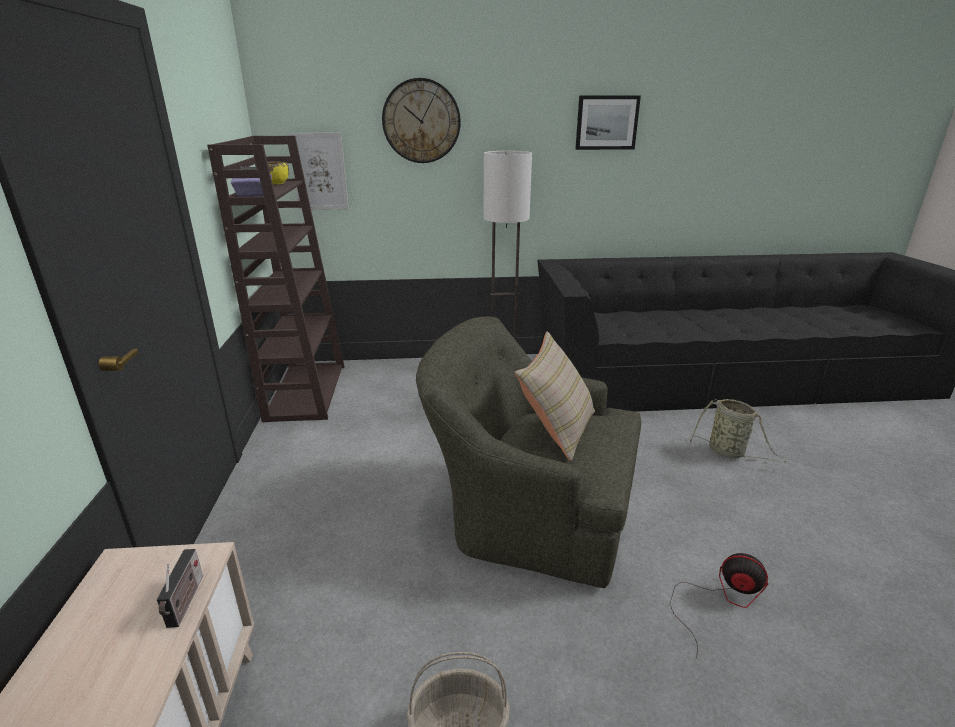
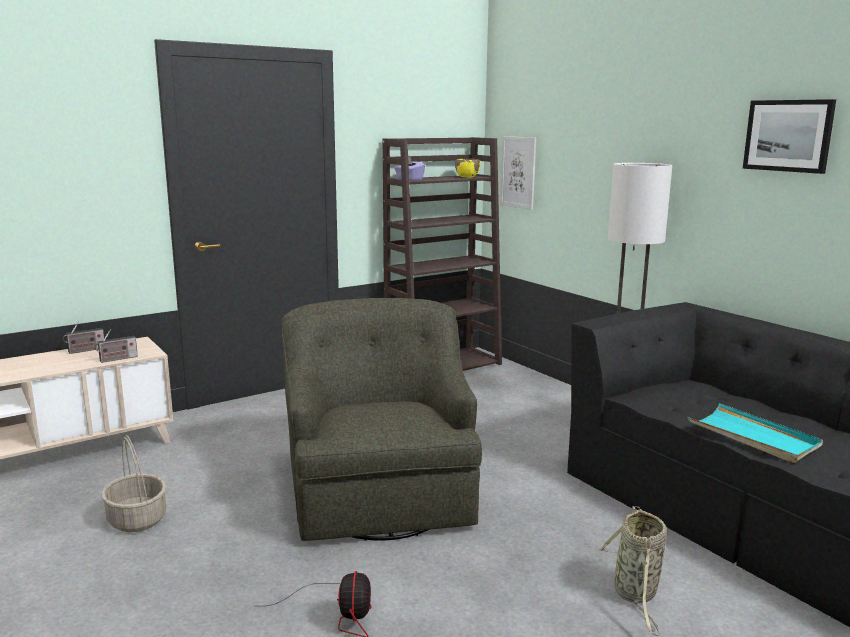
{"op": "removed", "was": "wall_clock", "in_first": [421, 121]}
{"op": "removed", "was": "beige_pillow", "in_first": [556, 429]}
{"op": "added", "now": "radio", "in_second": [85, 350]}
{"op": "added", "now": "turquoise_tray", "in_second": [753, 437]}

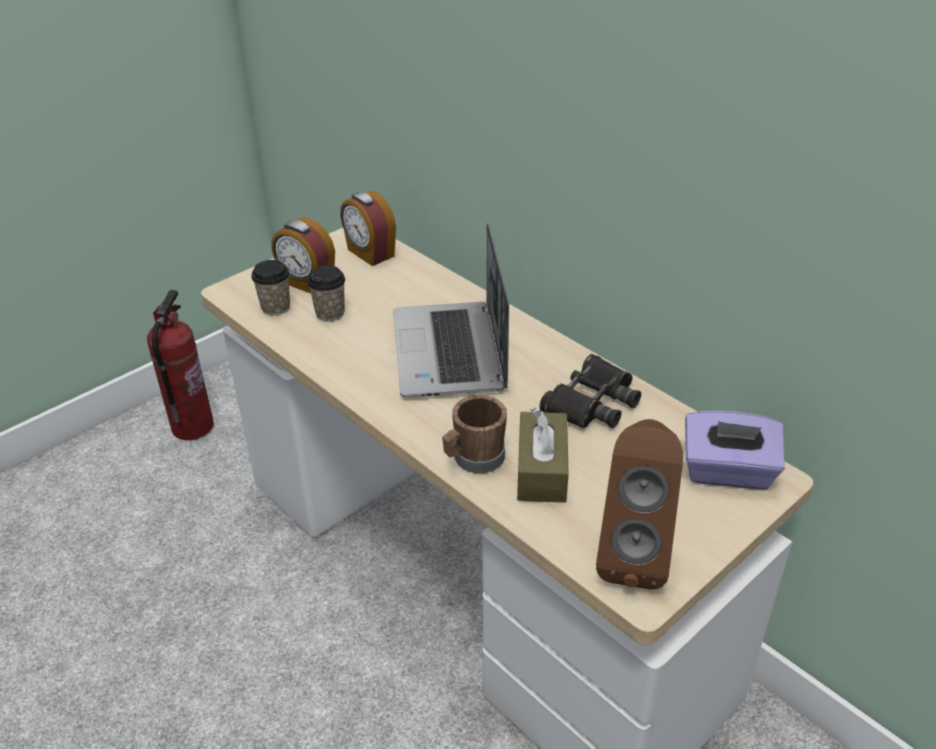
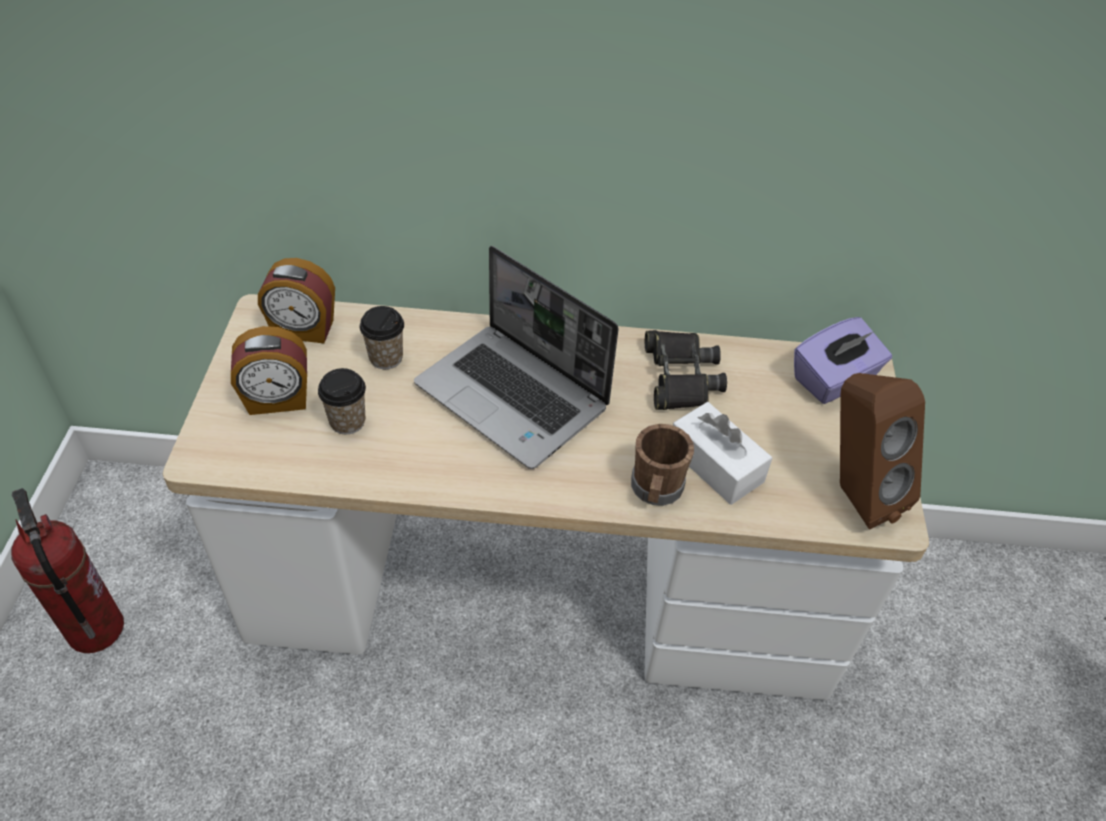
{"op": "moved", "was": "cup", "in_first": [275, 307], "in_second": [386, 358]}
{"op": "recoloured", "was": "brown_tissue_box", "now": "white_tissue_box", "in_first": [542, 470], "in_second": [715, 464]}

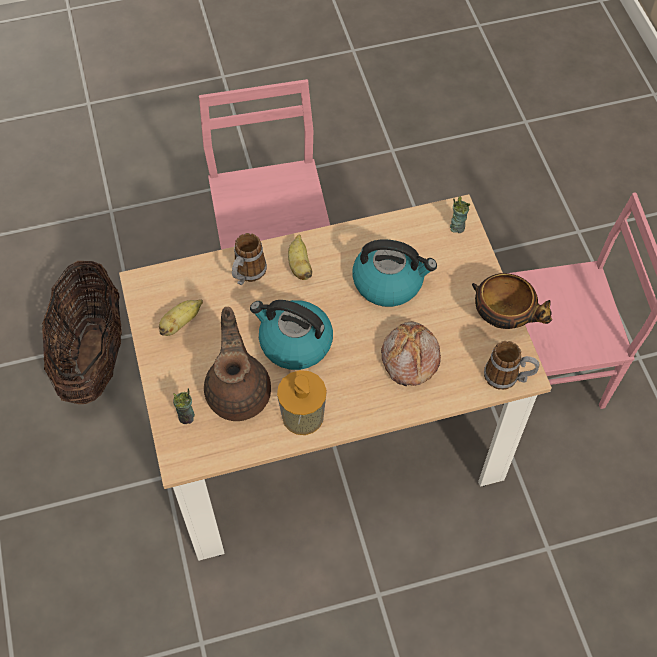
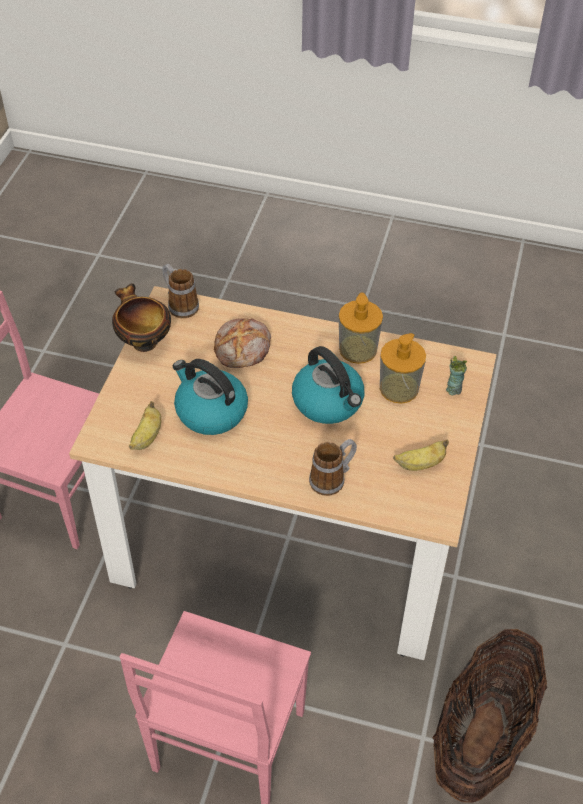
{"op": "removed", "was": "cup", "in_first": [457, 227]}
{"op": "moved", "was": "banana", "in_first": [300, 265], "in_second": [147, 437]}
{"op": "replaced", "was": "brown_teapot", "now": "soap_dispenser", "in_first": [239, 391], "in_second": [399, 388]}

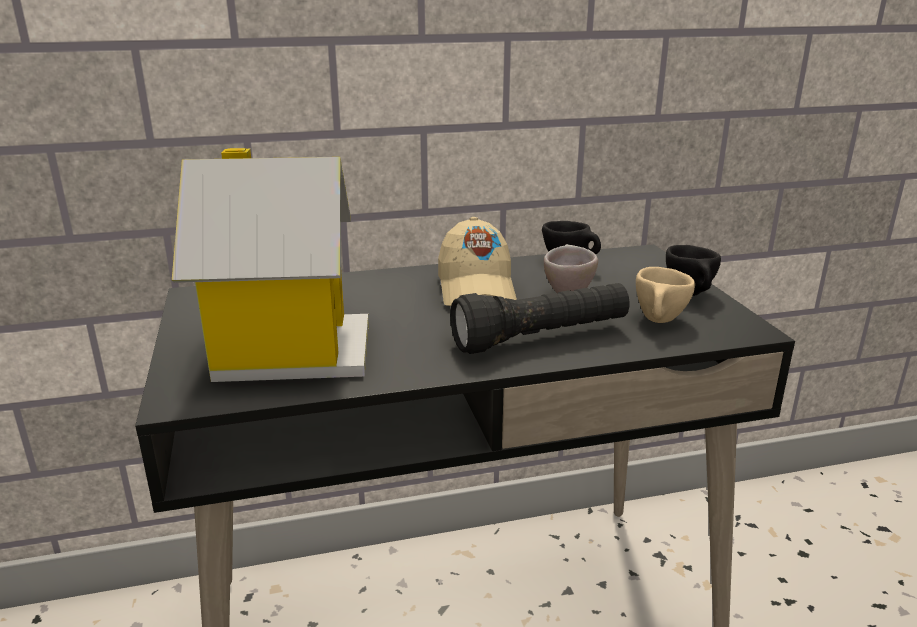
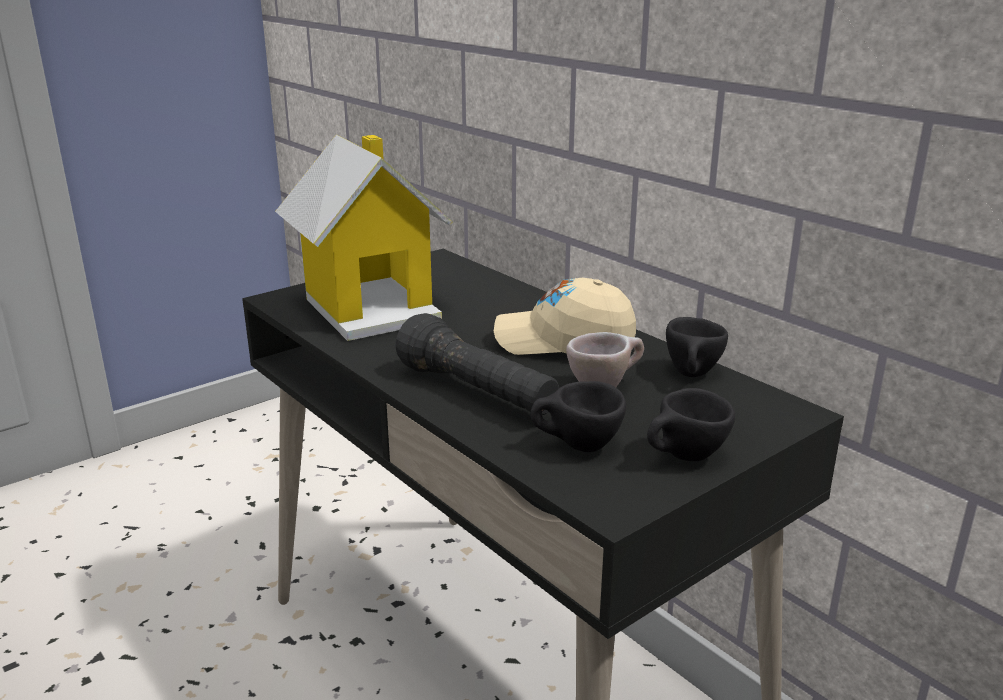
{"op": "turned", "was": "beige_cap", "in_first": [476, 288], "in_second": [564, 344], "clockwise": 45}
{"op": "recoloured", "was": "beige_cup", "now": "black_cup", "in_first": [660, 322], "in_second": [576, 447]}

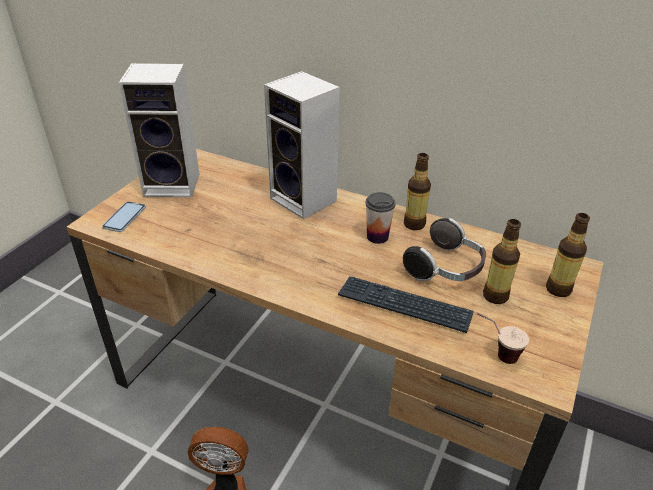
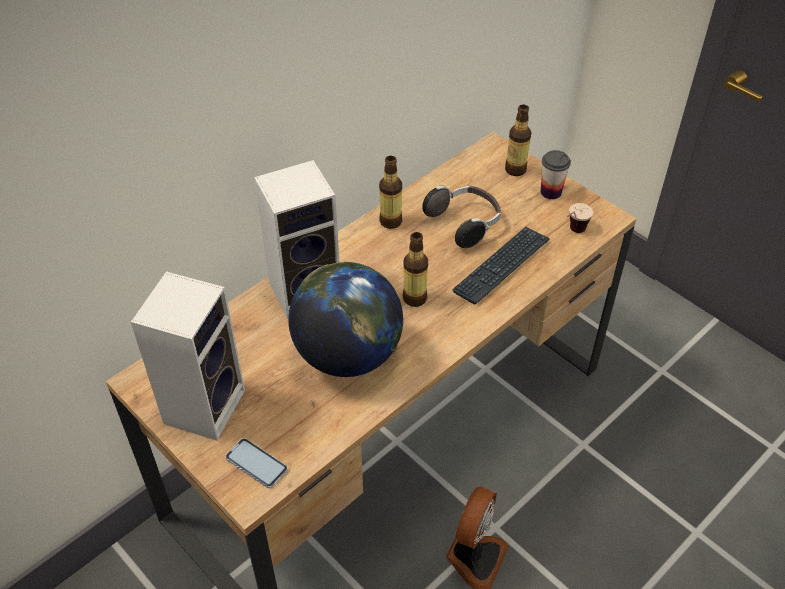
{"op": "moved", "was": "cup", "in_first": [377, 237], "in_second": [551, 192]}
{"op": "moved", "was": "bottle", "in_first": [495, 296], "in_second": [414, 298]}
{"op": "added", "now": "globe", "in_second": [348, 355]}

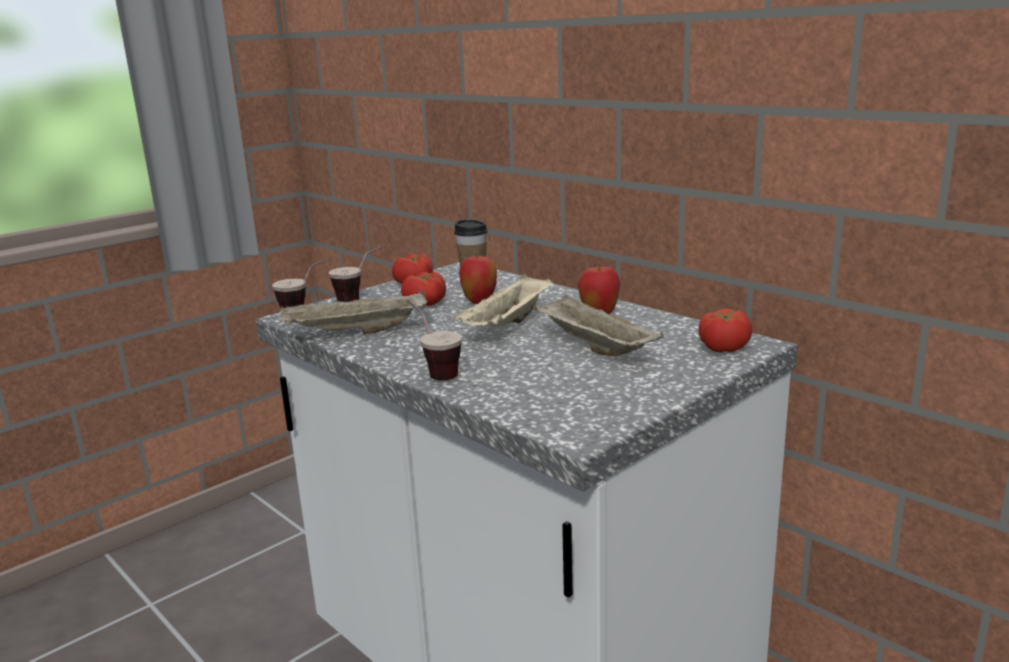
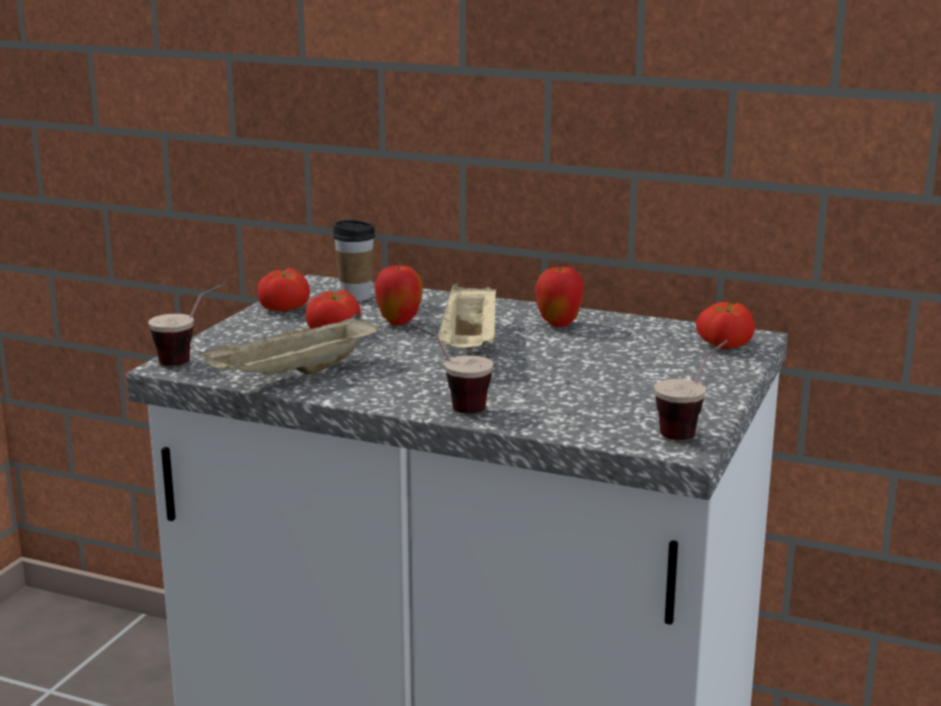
{"op": "moved", "was": "cup", "in_first": [361, 299], "in_second": [691, 429]}
{"op": "removed", "was": "beige_tray", "in_first": [592, 347]}

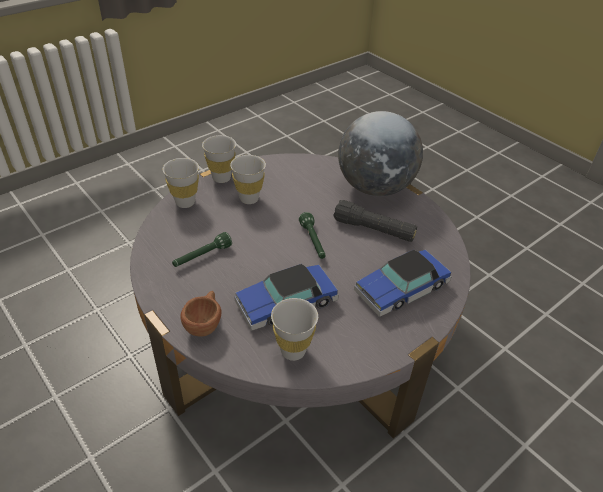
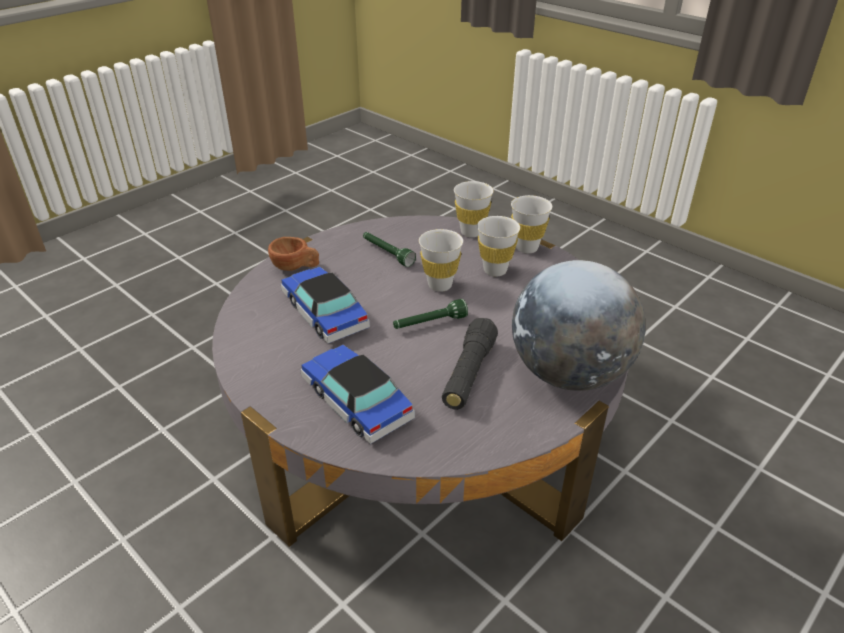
{"op": "moved", "was": "white_cup", "in_first": [293, 351], "in_second": [440, 285]}

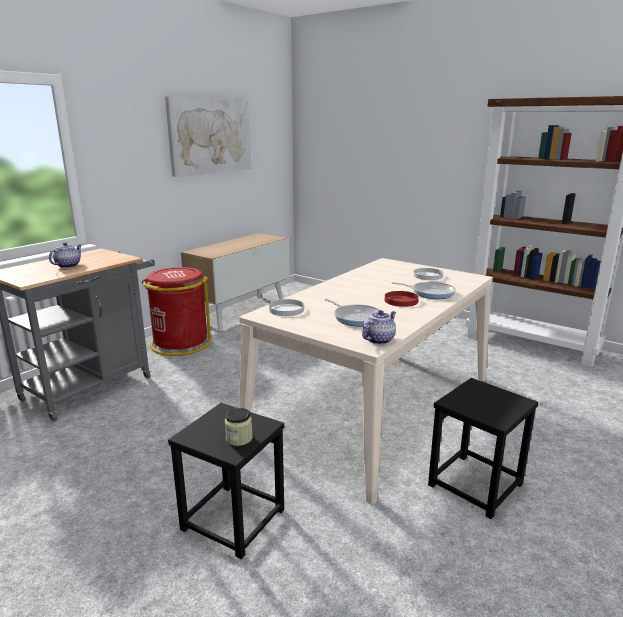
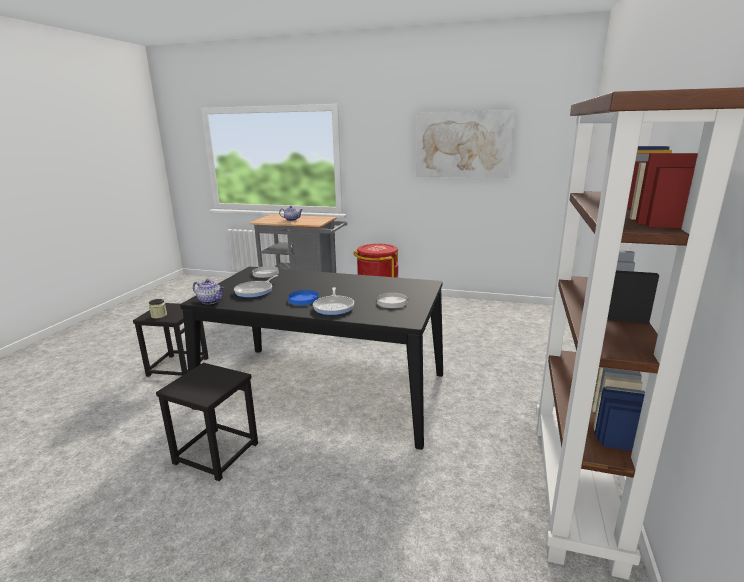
{"op": "removed", "was": "cabinet", "in_first": [241, 312]}
{"op": "recoloured", "was": "beige_dining_table", "now": "black_dining_table", "in_first": [374, 406], "in_second": [324, 390]}
{"op": "recoloured", "was": "red_plate", "now": "blue_plate", "in_first": [401, 301], "in_second": [304, 299]}

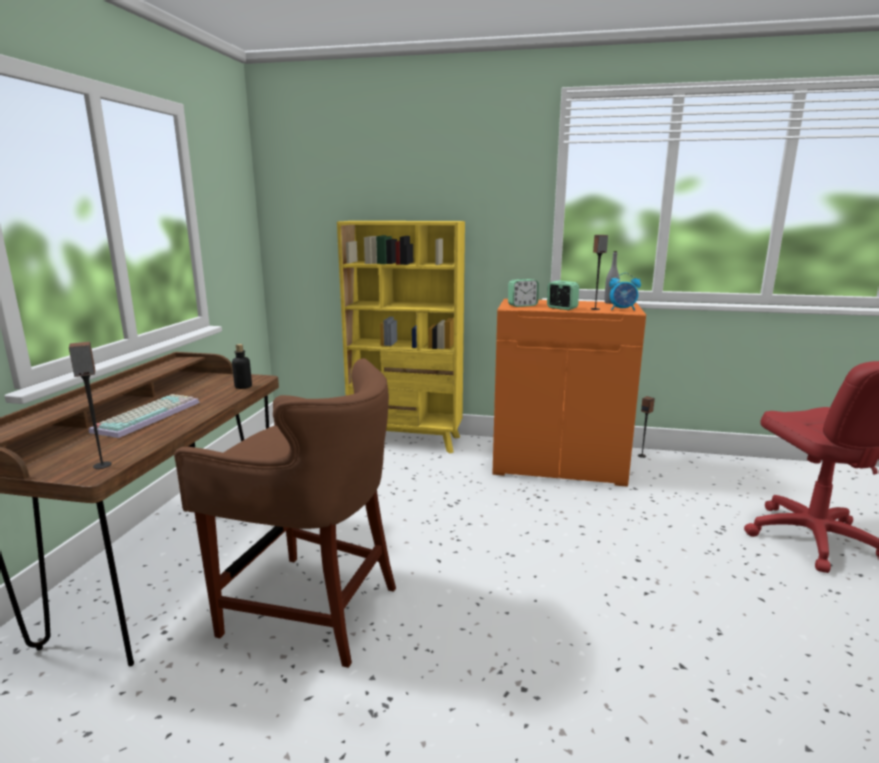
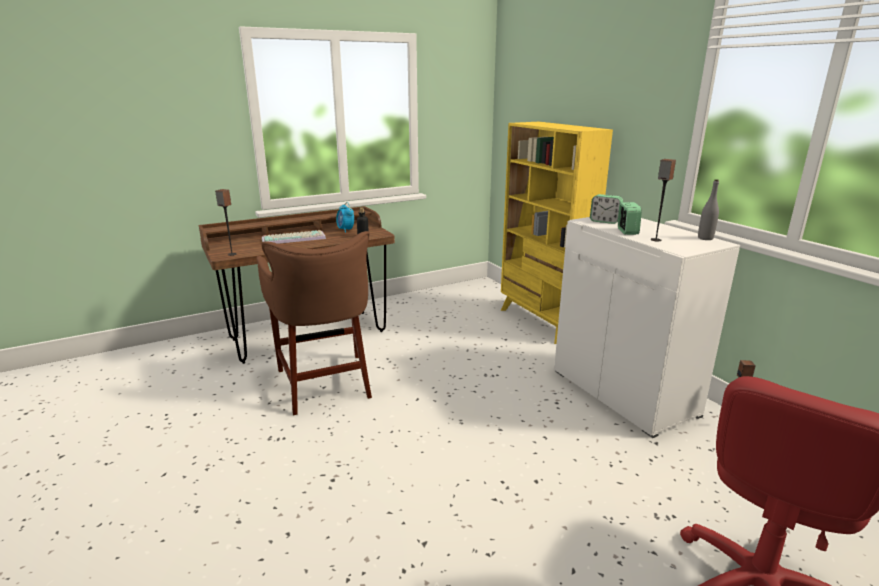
{"op": "moved", "was": "alarm_clock", "in_first": [623, 309], "in_second": [345, 230]}
{"op": "recoloured", "was": "orange_cabinet", "now": "white_cabinet", "in_first": [559, 465], "in_second": [624, 393]}

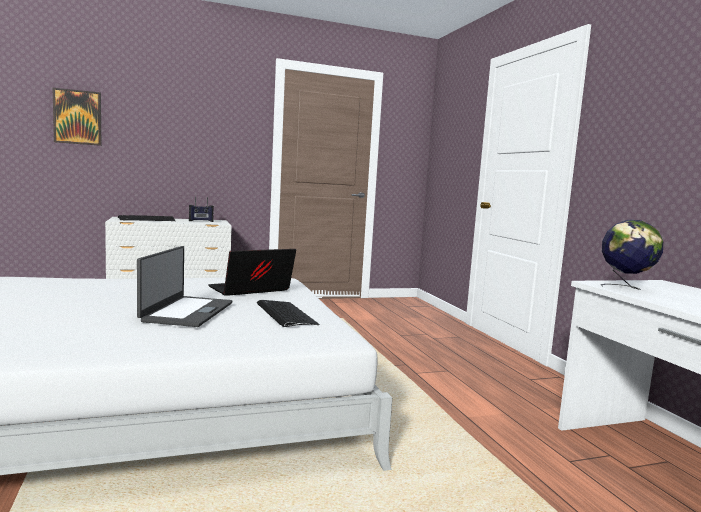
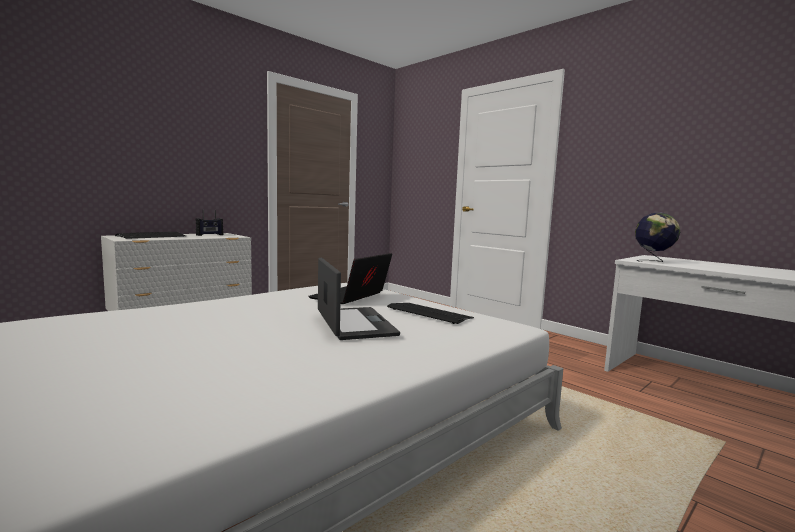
{"op": "removed", "was": "picture", "in_first": [77, 117]}

